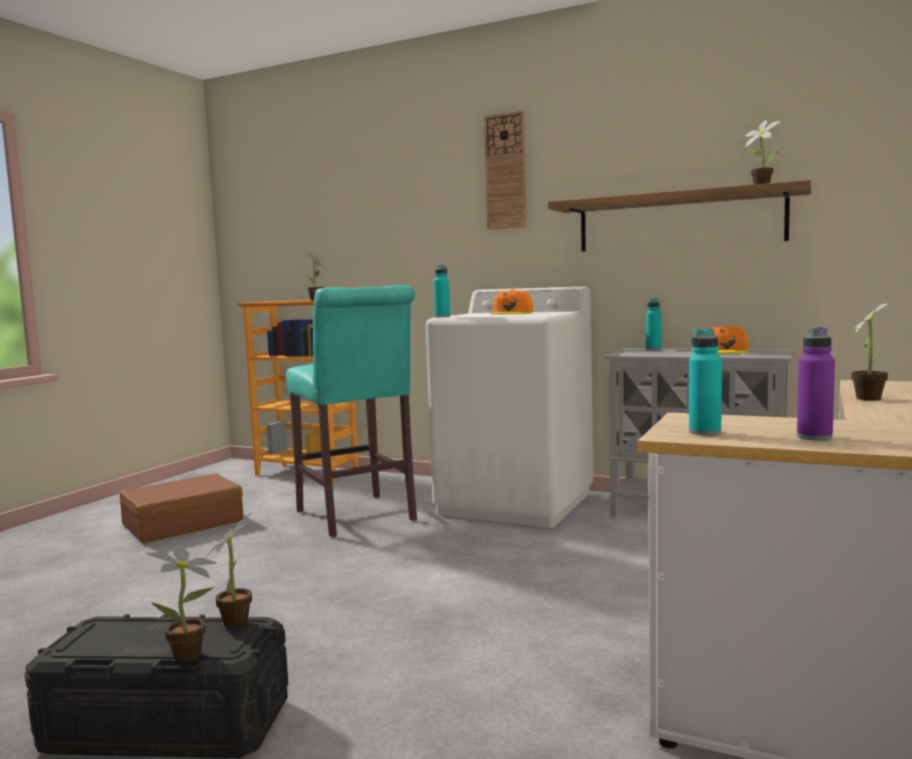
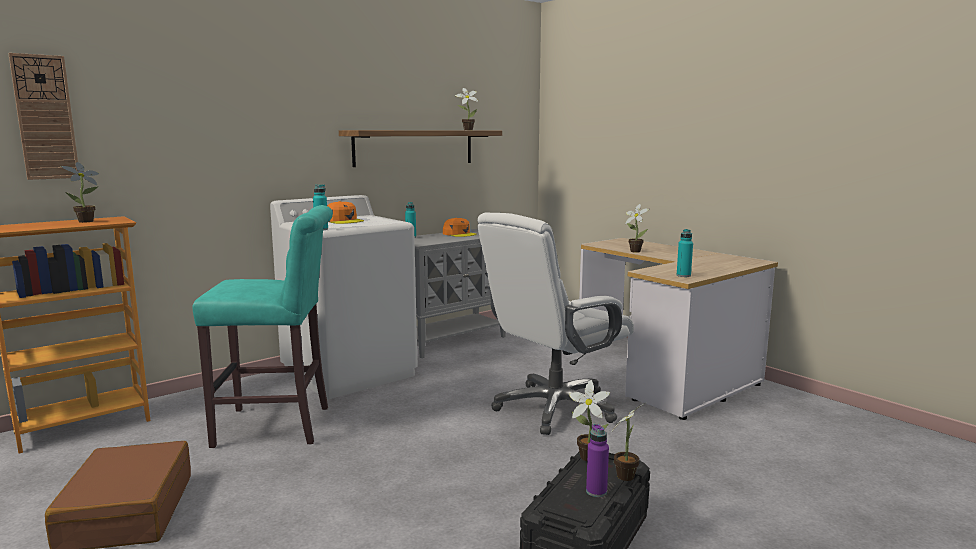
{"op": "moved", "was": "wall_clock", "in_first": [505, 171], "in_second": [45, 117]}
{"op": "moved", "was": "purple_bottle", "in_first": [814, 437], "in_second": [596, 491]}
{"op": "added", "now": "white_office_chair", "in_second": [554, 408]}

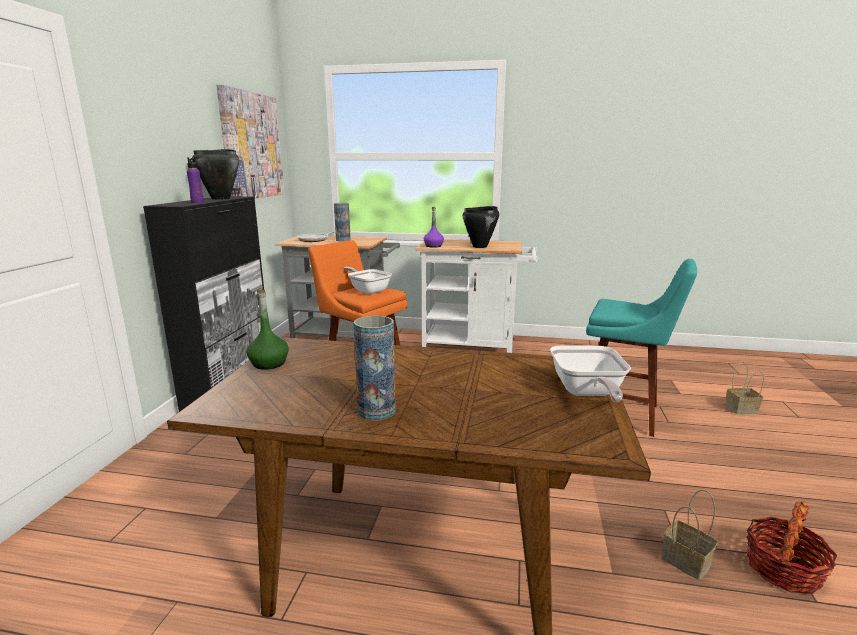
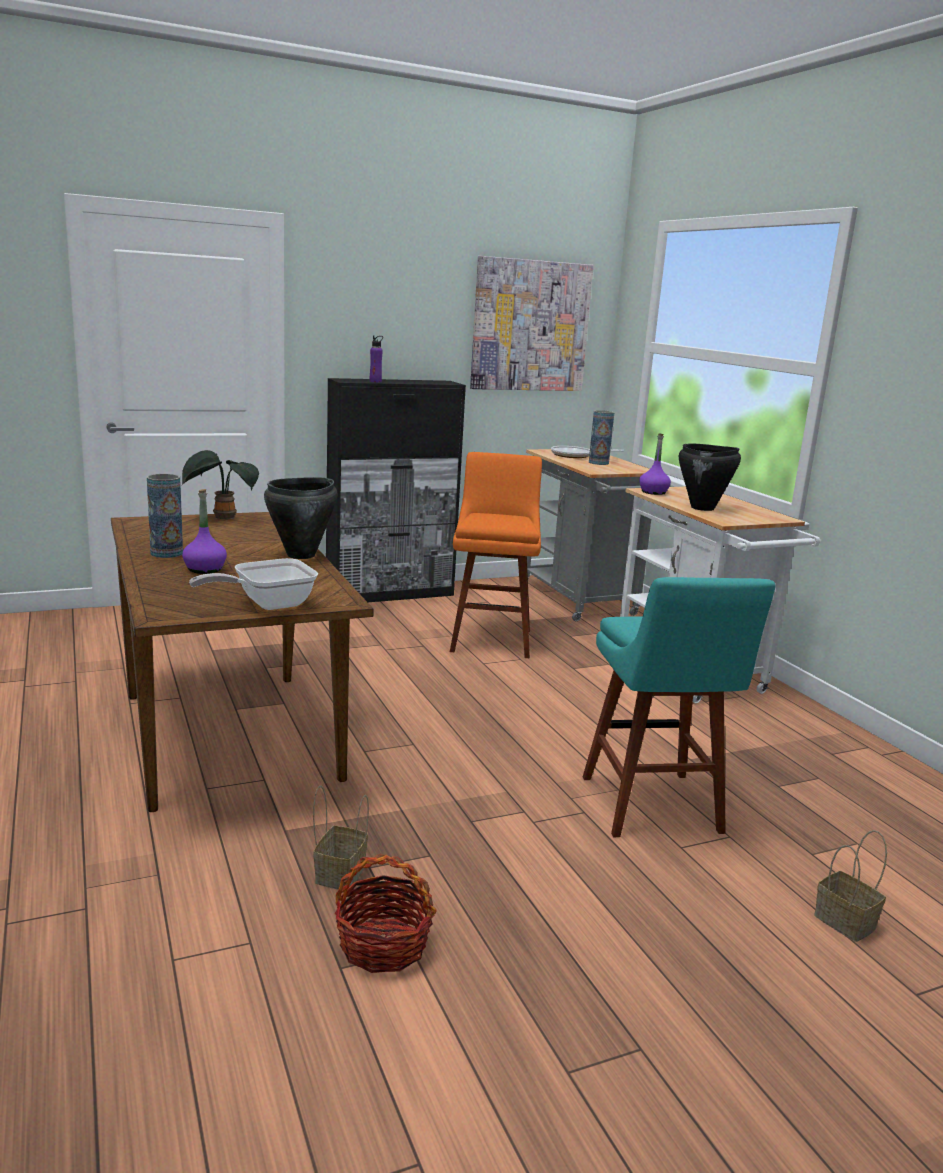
{"op": "moved", "was": "black_cooking_pot", "in_first": [221, 198], "in_second": [301, 555]}
{"op": "removed", "was": "frying_pan", "in_first": [367, 290]}
{"op": "replaced", "was": "green_bottle", "now": "potted_plant", "in_first": [269, 363], "in_second": [222, 518]}
{"op": "added", "now": "purple_bottle", "in_second": [204, 569]}

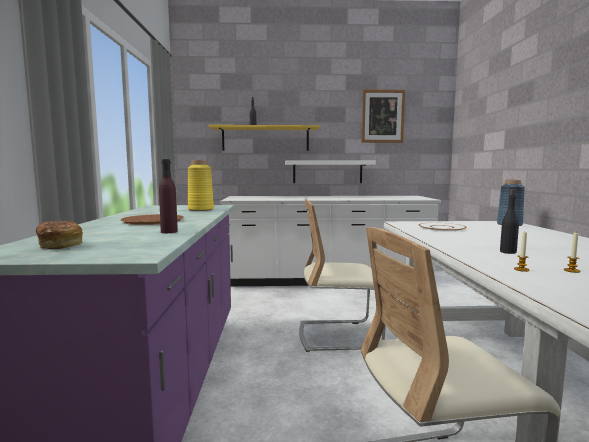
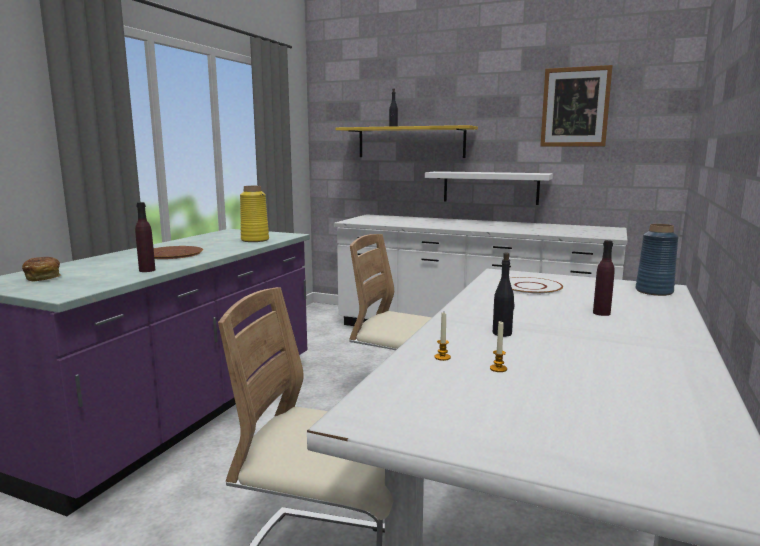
{"op": "added", "now": "purple_bottle", "in_second": [601, 313]}

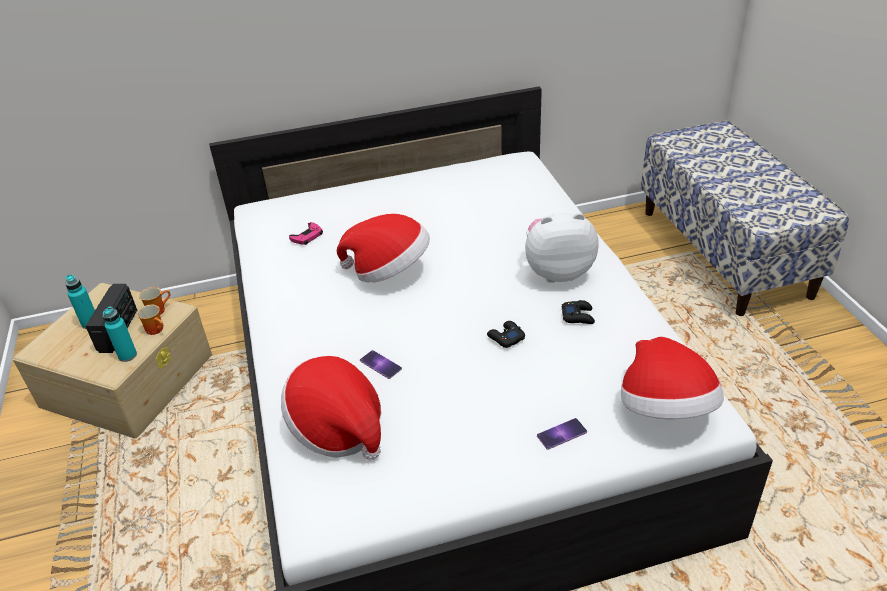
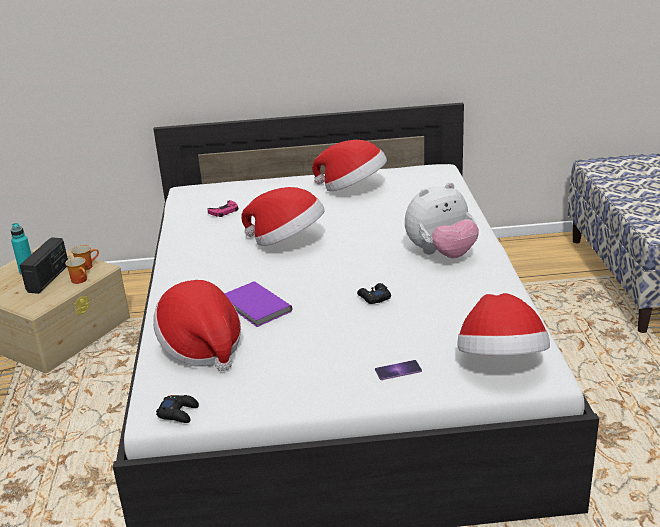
{"op": "turned", "was": "plush_toy", "in_first": [557, 271], "in_second": [441, 254], "clockwise": 150}
{"op": "moved", "was": "black_game_controller", "in_first": [578, 316], "in_second": [178, 413]}
{"op": "removed", "was": "turquoise_bottle", "in_first": [127, 355]}
{"op": "replaced", "was": "phone", "now": "purple_book", "in_first": [380, 364], "in_second": [255, 307]}
{"op": "added", "now": "hat", "in_second": [352, 188]}

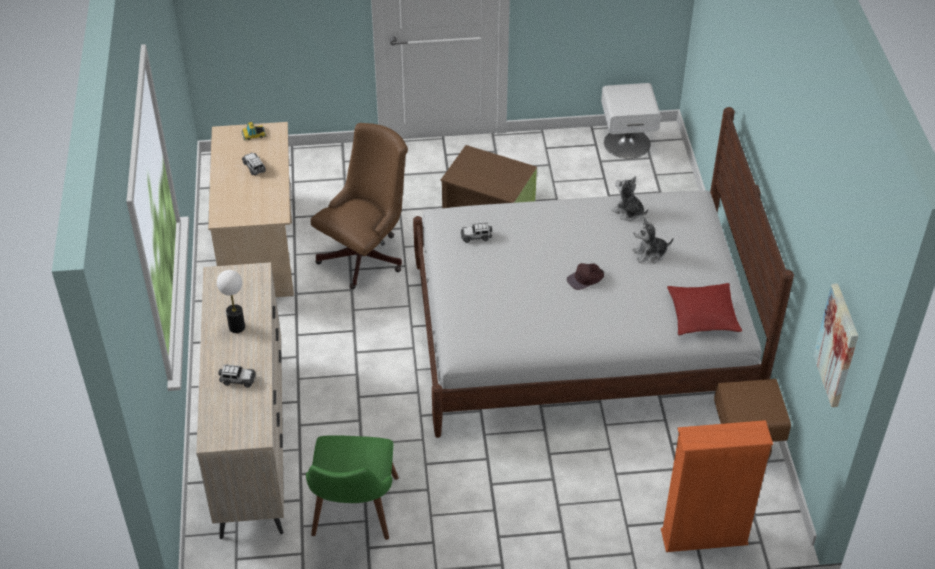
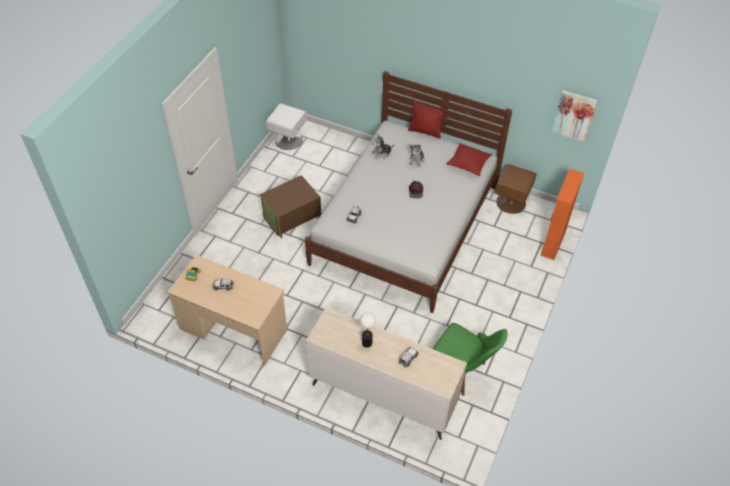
{"op": "removed", "was": "brown_office_chair", "in_first": [366, 255]}
{"op": "added", "now": "red_pillow", "in_second": [425, 131]}

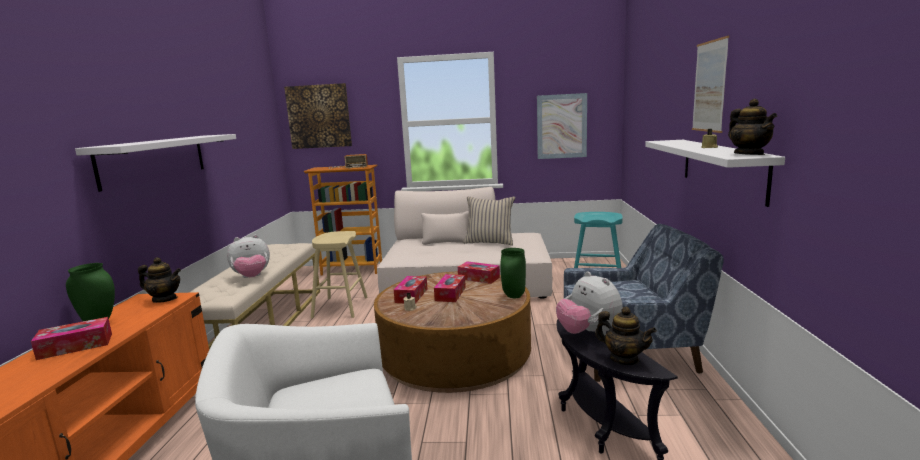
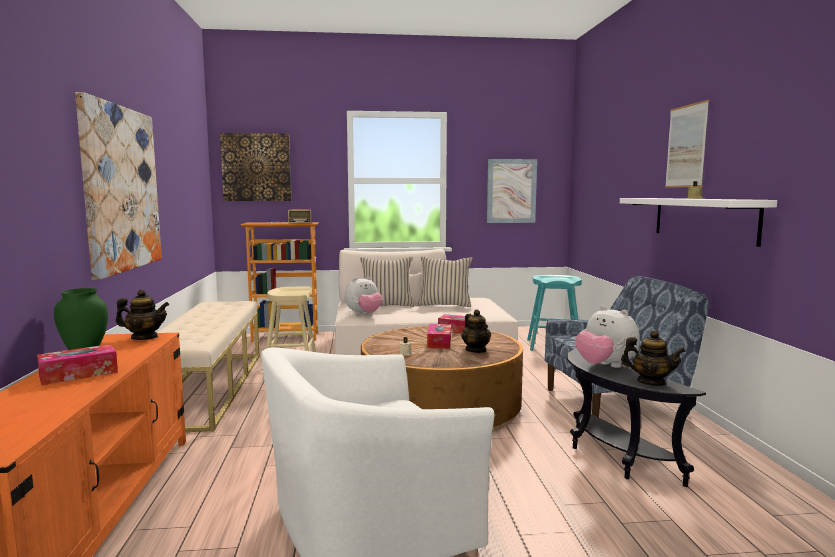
{"op": "moved", "was": "teapot", "in_first": [749, 154], "in_second": [476, 350]}
{"op": "replaced", "was": "white_shelf", "now": "picture", "in_first": [154, 159], "in_second": [121, 189]}
{"op": "moved", "was": "plush_toy", "in_first": [252, 277], "in_second": [364, 314]}
{"op": "removed", "was": "green_vase", "in_first": [513, 296]}
{"op": "removed", "was": "tissue_box", "in_first": [411, 295]}
{"op": "added", "now": "beige_pillow", "in_second": [386, 305]}

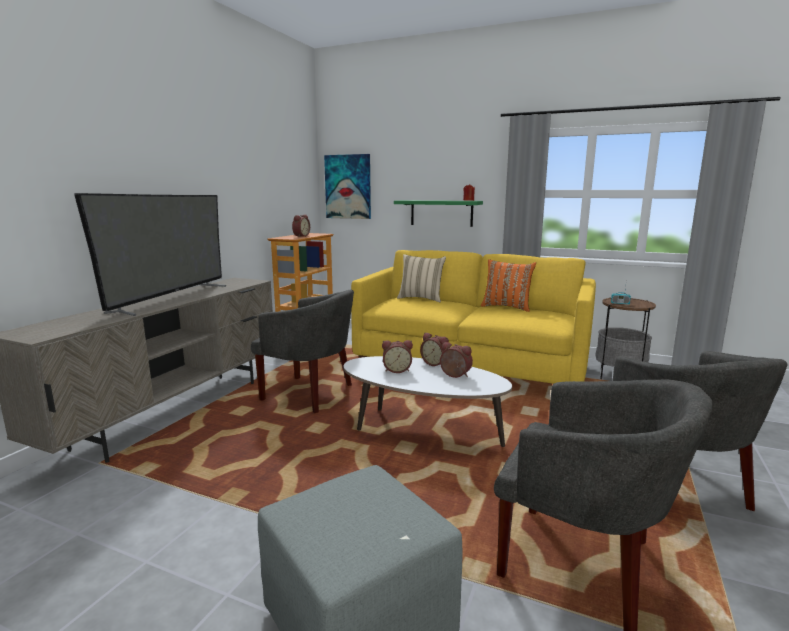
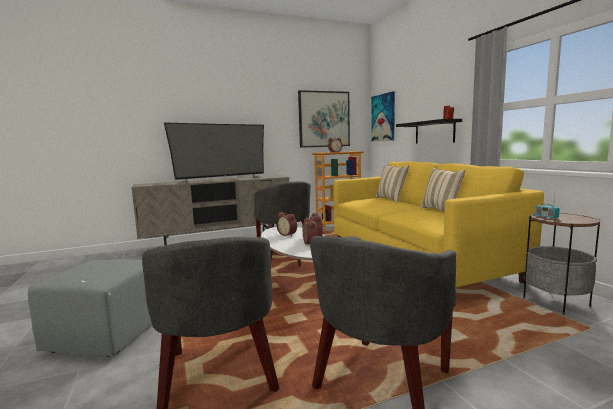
{"op": "recoloured", "was": "green_shelf", "now": "black_shelf", "in_first": [441, 213], "in_second": [434, 132]}
{"op": "recoloured", "was": "orange_pillow", "now": "beige_pillow", "in_first": [506, 307], "in_second": [441, 210]}
{"op": "added", "now": "picture", "in_second": [324, 119]}

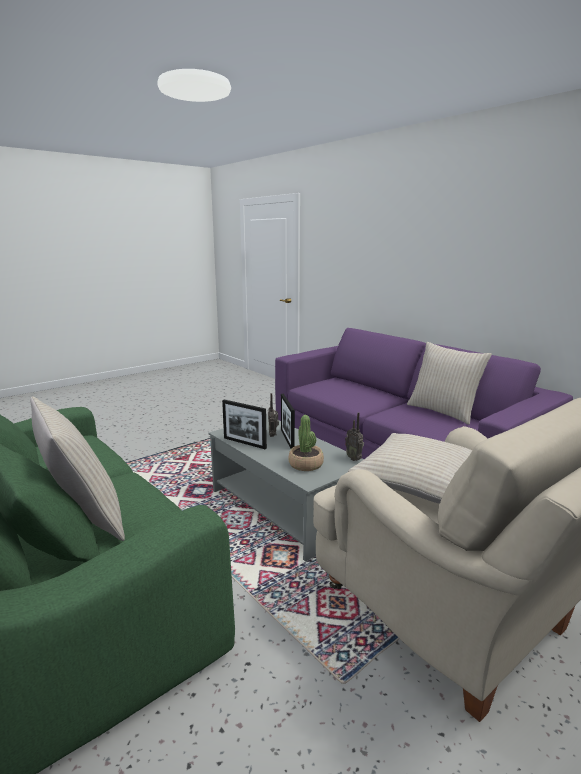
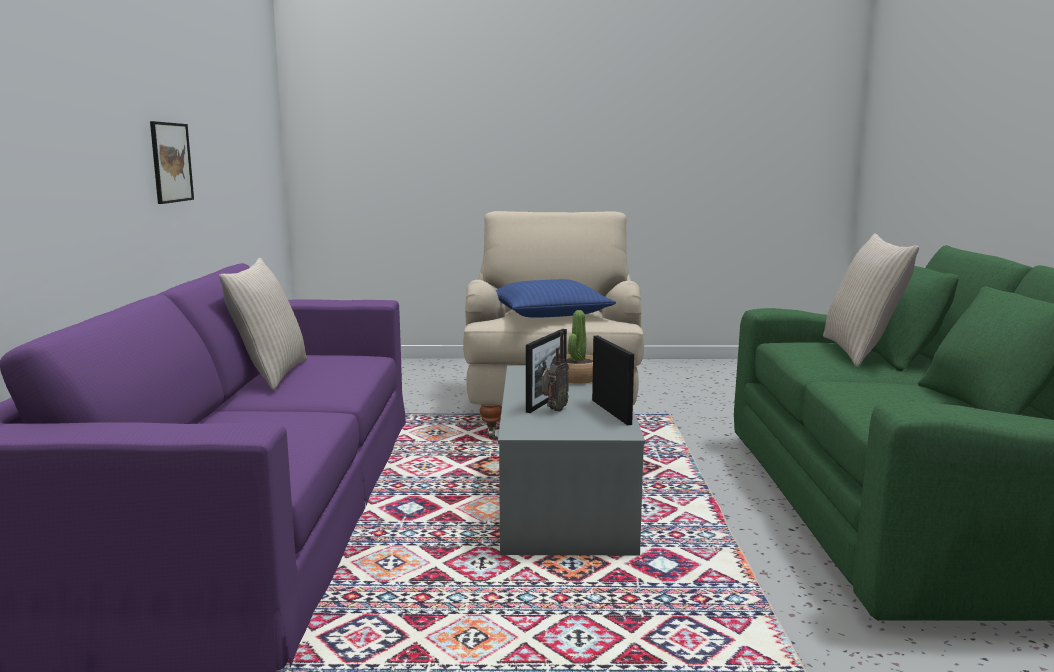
{"op": "removed", "was": "radio", "in_first": [354, 458]}
{"op": "recoloured", "was": "beige_pillow", "now": "blue_pillow", "in_first": [420, 481], "in_second": [549, 313]}
{"op": "added", "now": "picture", "in_second": [171, 162]}

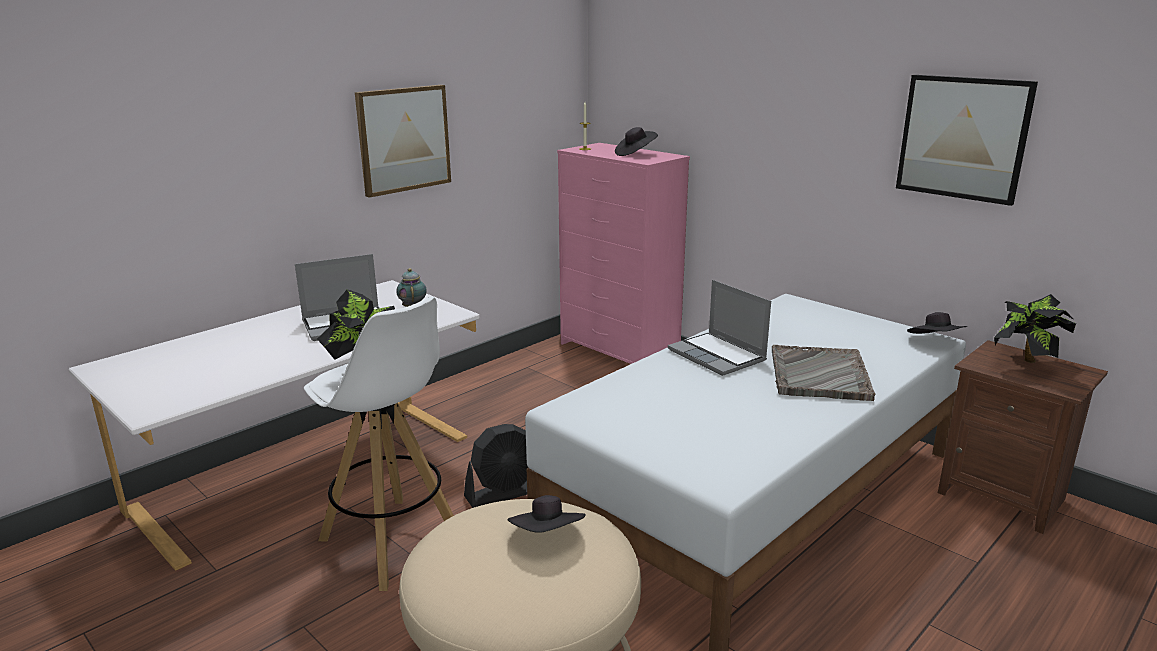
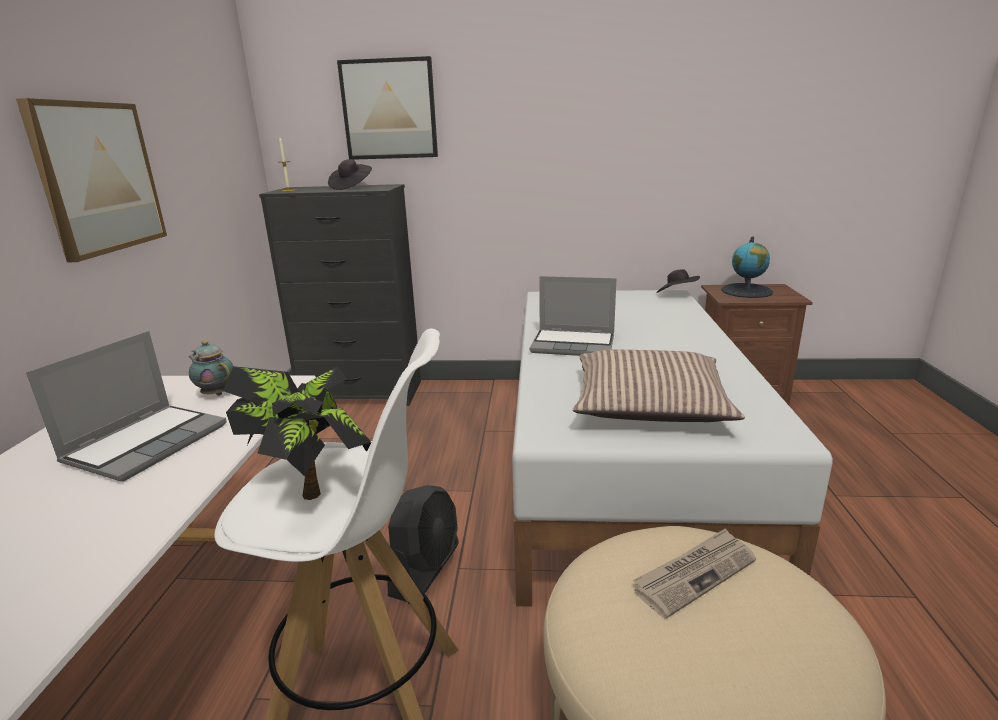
{"op": "moved", "was": "picture", "in_first": [962, 138], "in_second": [389, 109]}
{"op": "recoloured", "was": "pink_dresser", "now": "black_dresser", "in_first": [620, 351], "in_second": [363, 393]}
{"op": "replaced", "was": "potted_plant", "now": "globe", "in_first": [1025, 363], "in_second": [746, 291]}
{"op": "removed", "was": "grey_tray", "in_first": [819, 375]}
{"op": "replaced", "was": "black_hat", "now": "newspaper", "in_first": [548, 536], "in_second": [695, 574]}
{"op": "added", "now": "pillow", "in_second": [649, 403]}

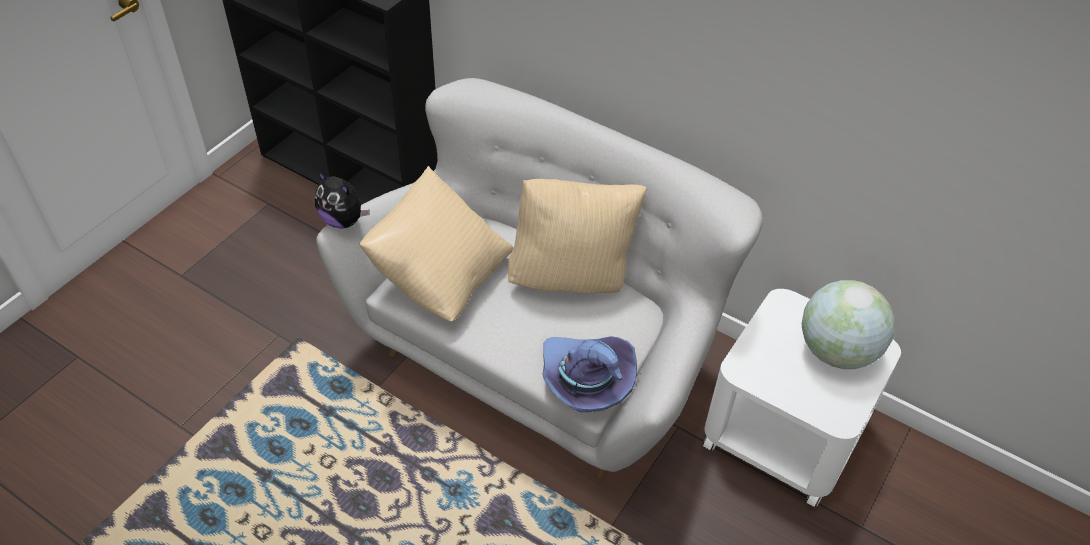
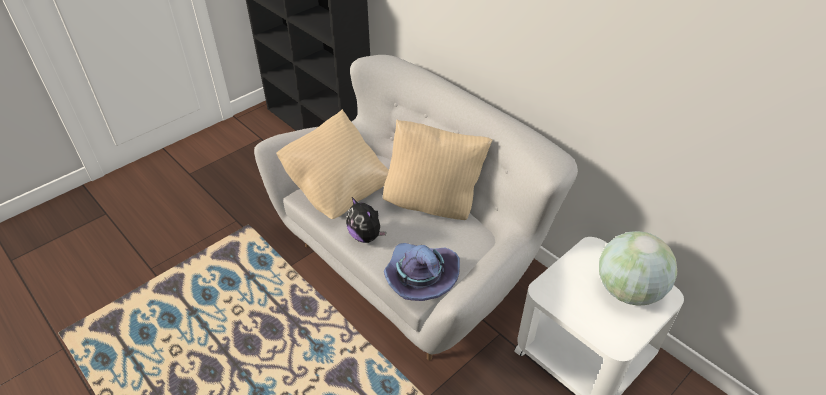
{"op": "moved", "was": "plush_toy", "in_first": [343, 220], "in_second": [366, 236]}

